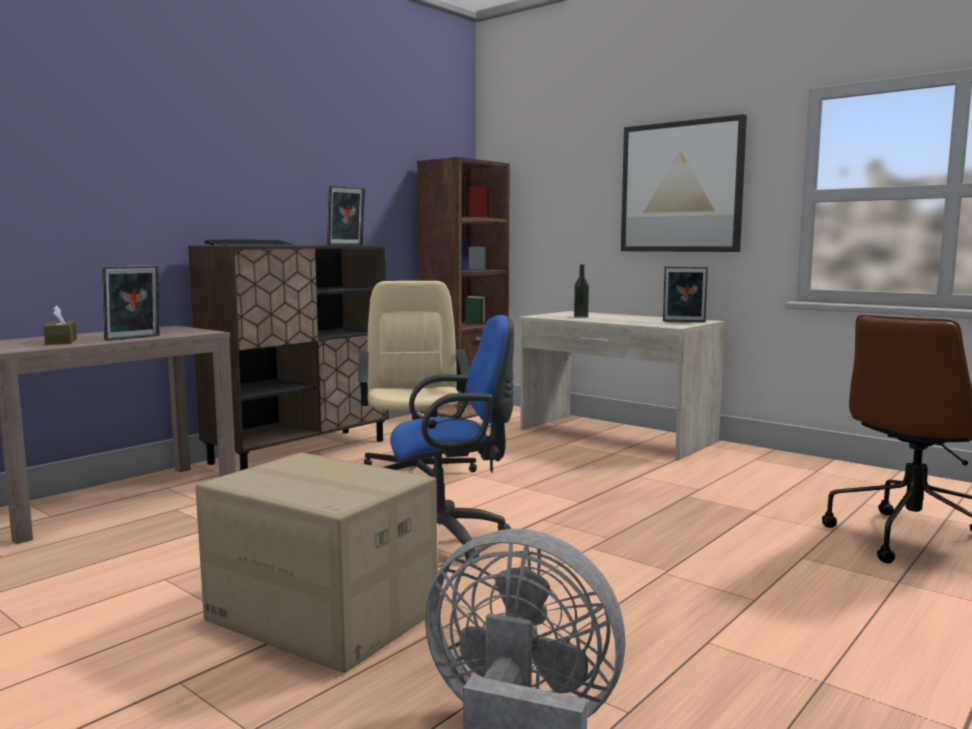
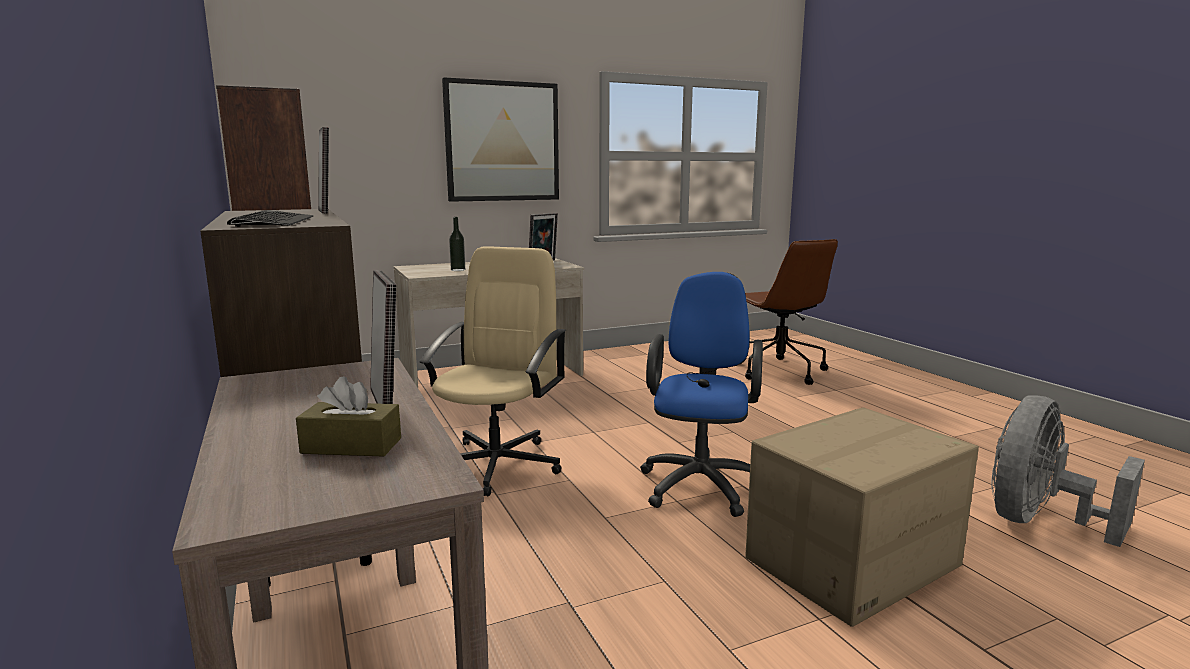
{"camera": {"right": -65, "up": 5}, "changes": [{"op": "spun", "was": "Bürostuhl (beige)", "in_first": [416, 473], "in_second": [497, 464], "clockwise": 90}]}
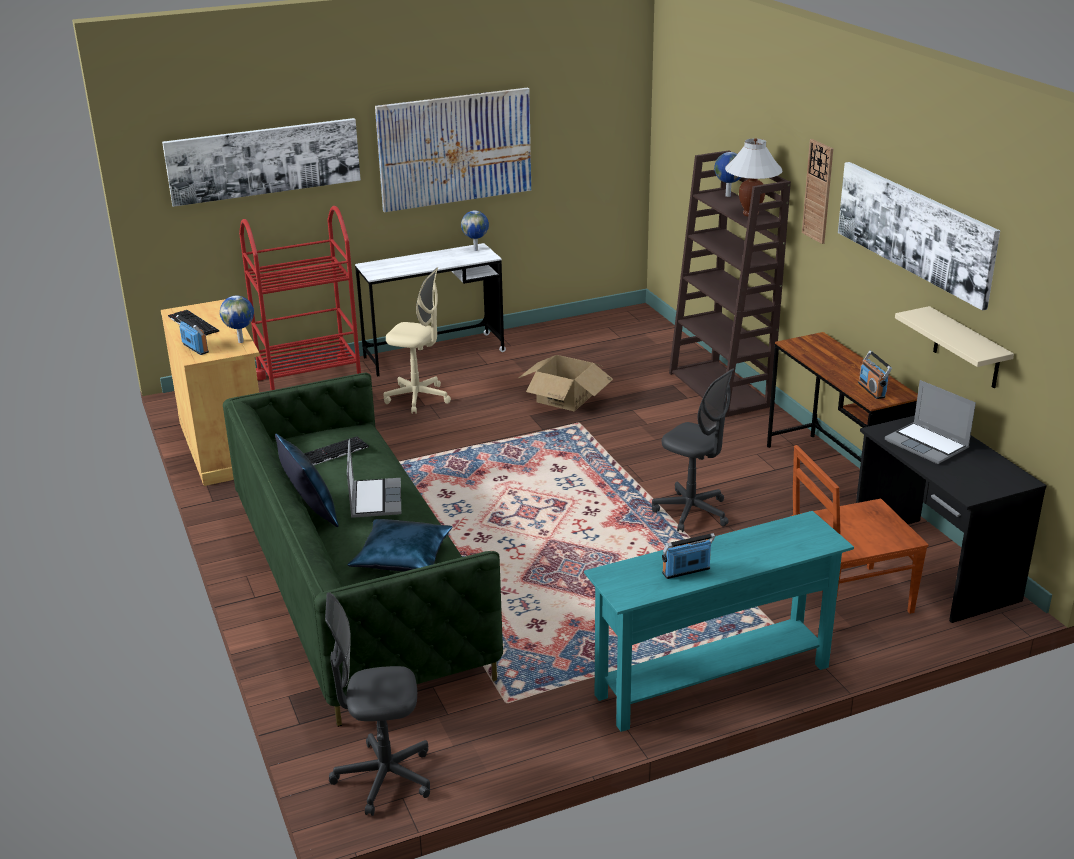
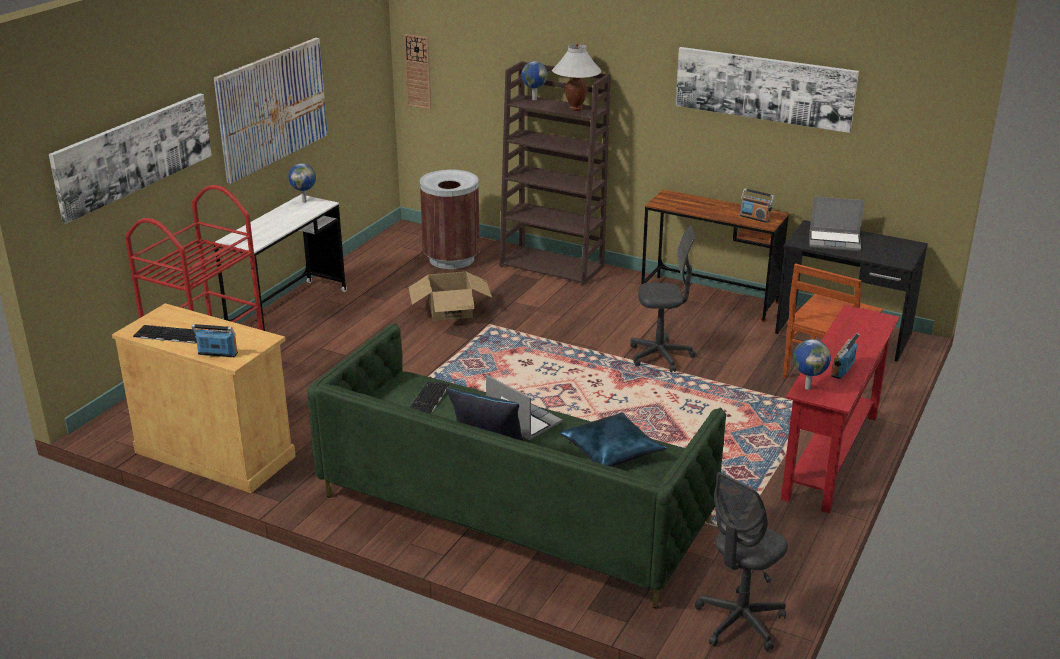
{"camera": {"right": -40, "up": 0}, "changes": [{"op": "relocated", "was": "Wanduhr", "in_first": [818, 191], "in_second": [418, 71]}, {"op": "missing", "was": "Bürostuhl (beige)", "in_first": [418, 398]}, {"op": "relocated", "was": "Globus", "in_first": [241, 341], "in_second": [807, 387]}, {"op": "missing", "was": "Wandregal (beige)", "in_first": [967, 349]}, {"op": "colour", "was": "Konsolentisch (türkis)", "now": "Konsolentisch (rot)", "in_first": [713, 681], "in_second": [832, 456]}, {"op": "appeared", "now": "Mülleimer (braun)", "in_second": [452, 259]}]}
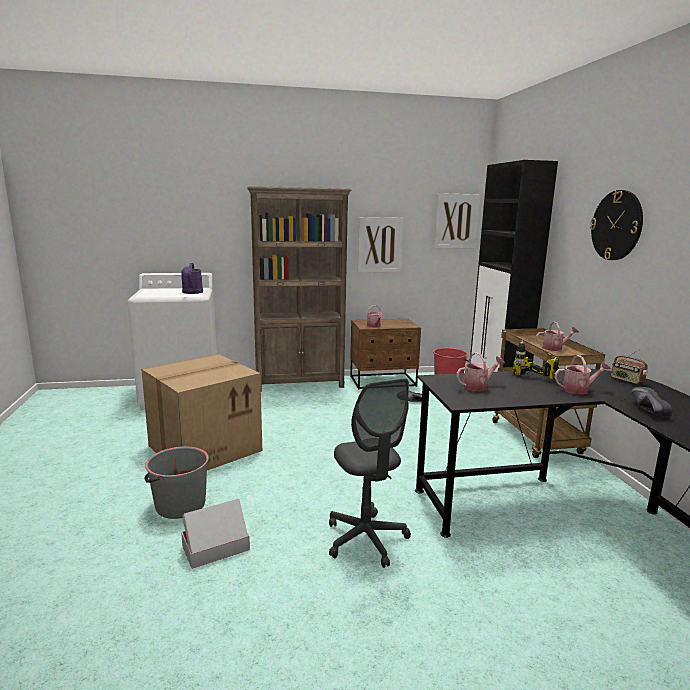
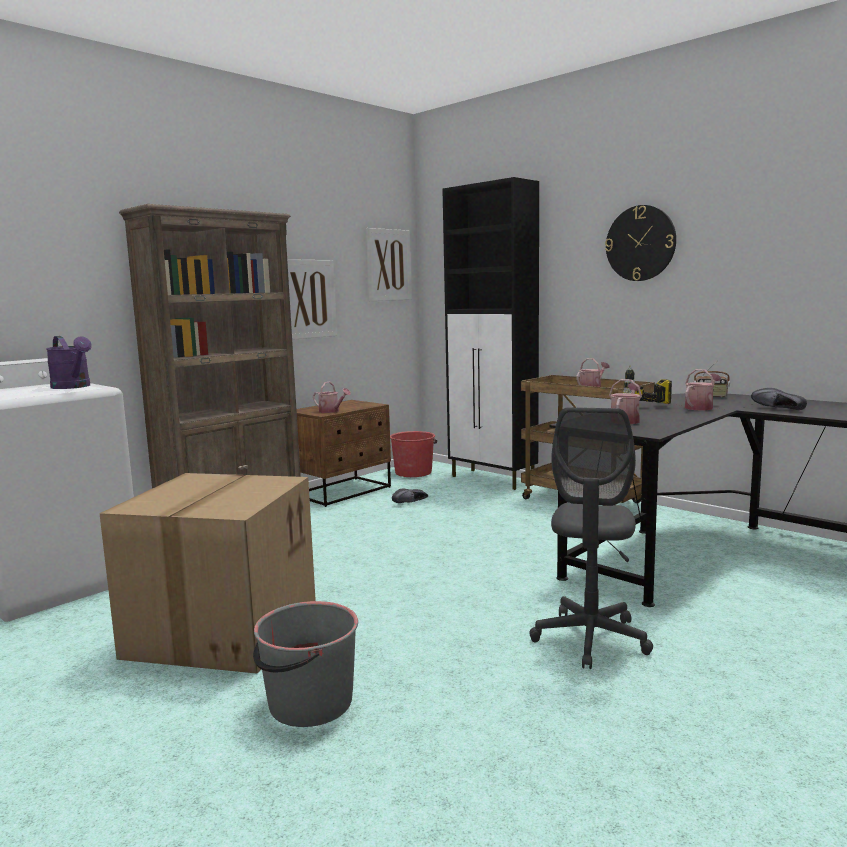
{"camera": {"right": -35, "up": -5}, "changes": [{"op": "spun", "was": "Bürostuhl (grau)", "in_first": [366, 539], "in_second": [590, 639], "clockwise": 75}, {"op": "missing", "was": "Karton", "in_first": [215, 547]}]}
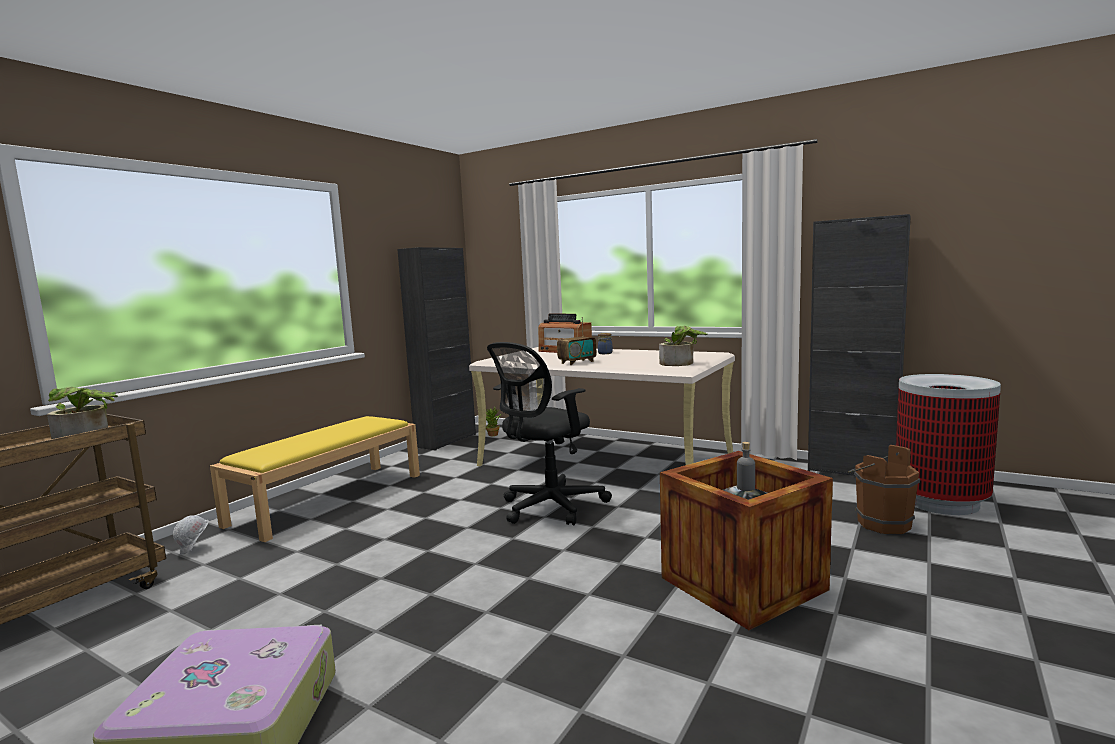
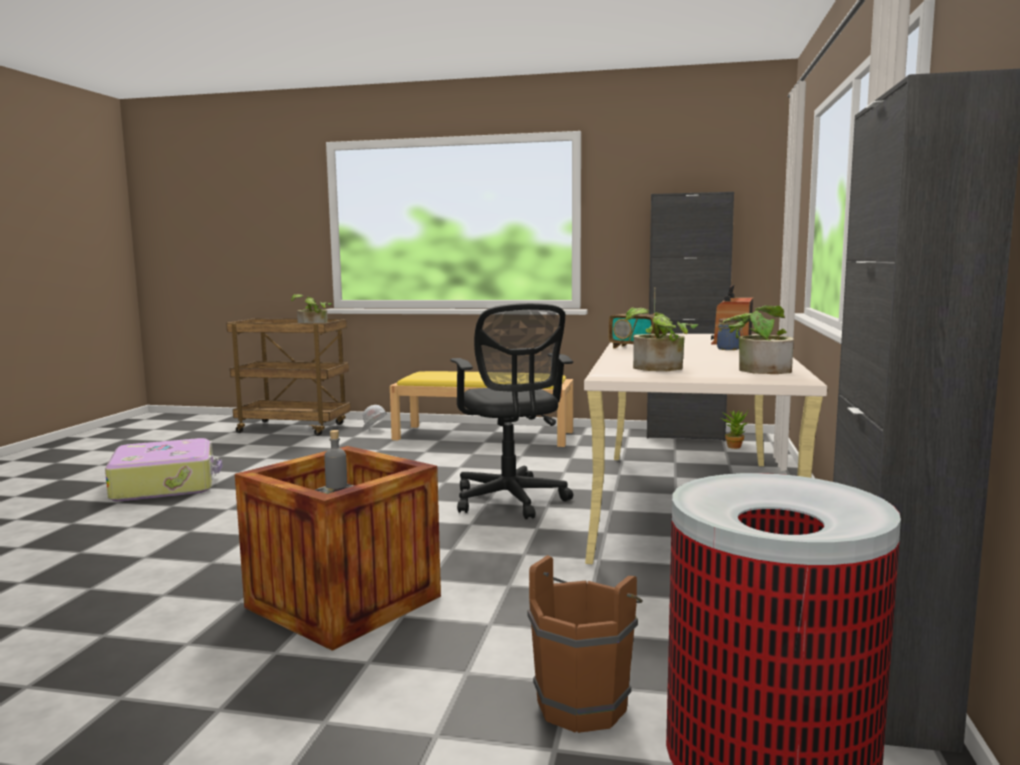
{"camera": {"right": 70, "up": 0}, "changes": [{"op": "spun", "was": "Bürostuhl (schwarz)", "in_first": [548, 508], "in_second": [511, 501], "clockwise": -135}, {"op": "appeared", "now": "Topfpflanze", "in_second": [758, 369]}]}
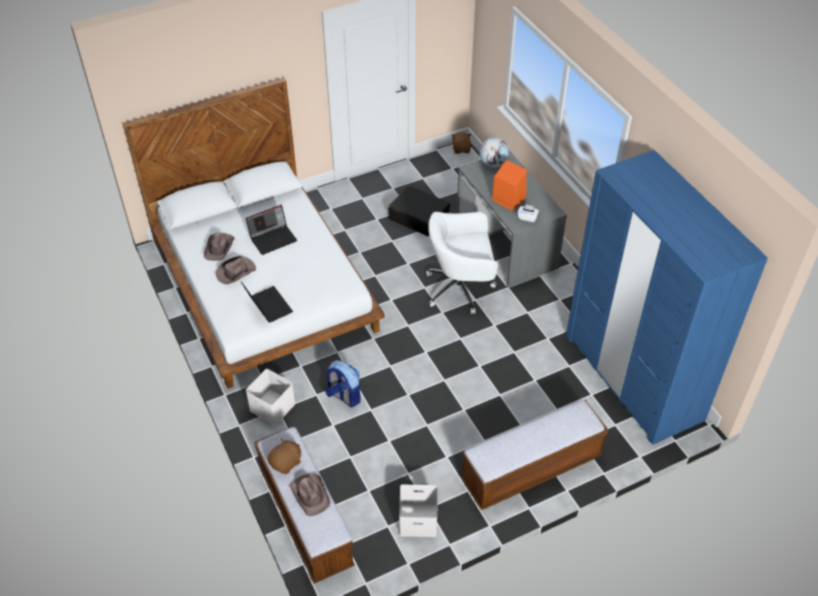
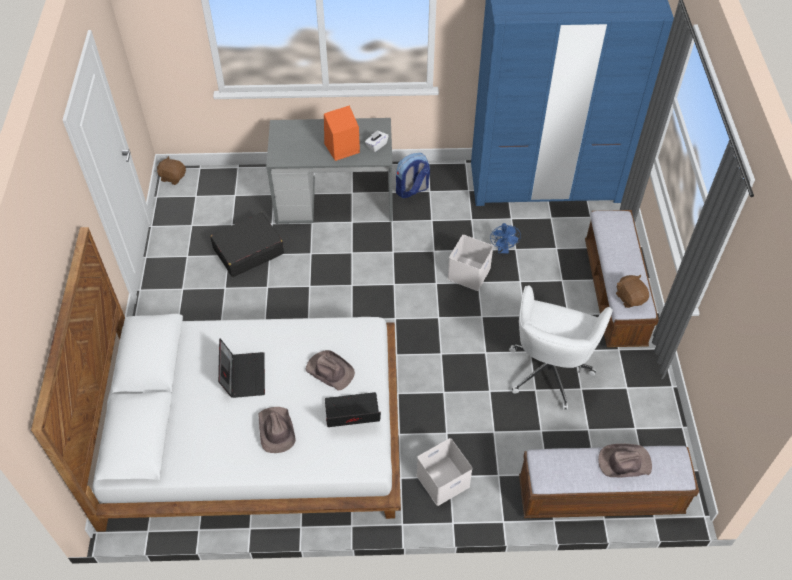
{"camera": {"right": -65, "up": 5}, "changes": [{"op": "missing", "was": "Globus", "in_first": [493, 164]}, {"op": "relocated", "was": "Bürostuhl (weiß)", "in_first": [461, 288], "in_second": [549, 369]}, {"op": "relocated", "was": "Hut (braun)", "in_first": [219, 247], "in_second": [330, 371]}, {"op": "relocated", "was": "Rucksack", "in_first": [343, 396], "in_second": [412, 190]}, {"op": "relocated", "was": "Plüschtier (braun)", "in_first": [286, 463], "in_second": [630, 298]}, {"op": "relocated", "was": "Aufbewahrungsbox (weiß)", "in_first": [417, 520], "in_second": [469, 274]}, {"op": "appeared", "now": "Ventilator (blau)", "in_second": [503, 249]}]}
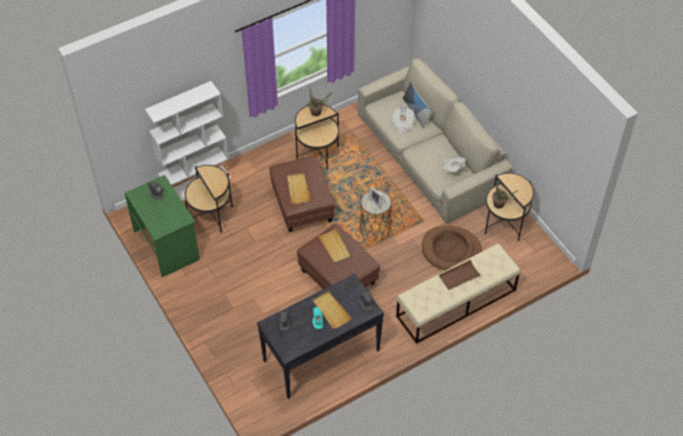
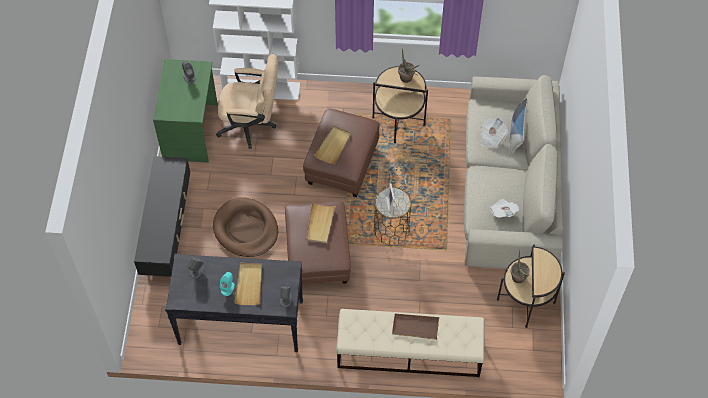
{"camera": {"right": 35, "up": 5}, "changes": [{"op": "exchanged", "was": "Beistelltisch", "now": "Bürostuhl (beige)", "in_first": [210, 215], "in_second": [251, 125]}, {"op": "relocated", "was": "Hundebett (braun)", "in_first": [451, 250], "in_second": [246, 229]}, {"op": "appeared", "now": "Fernsehschrank (schwarz)", "in_second": [168, 232]}]}
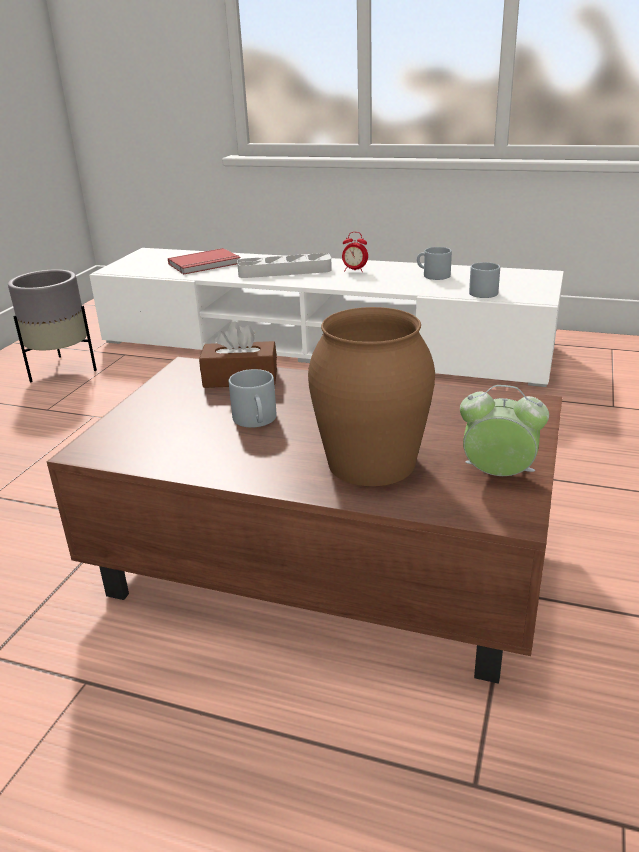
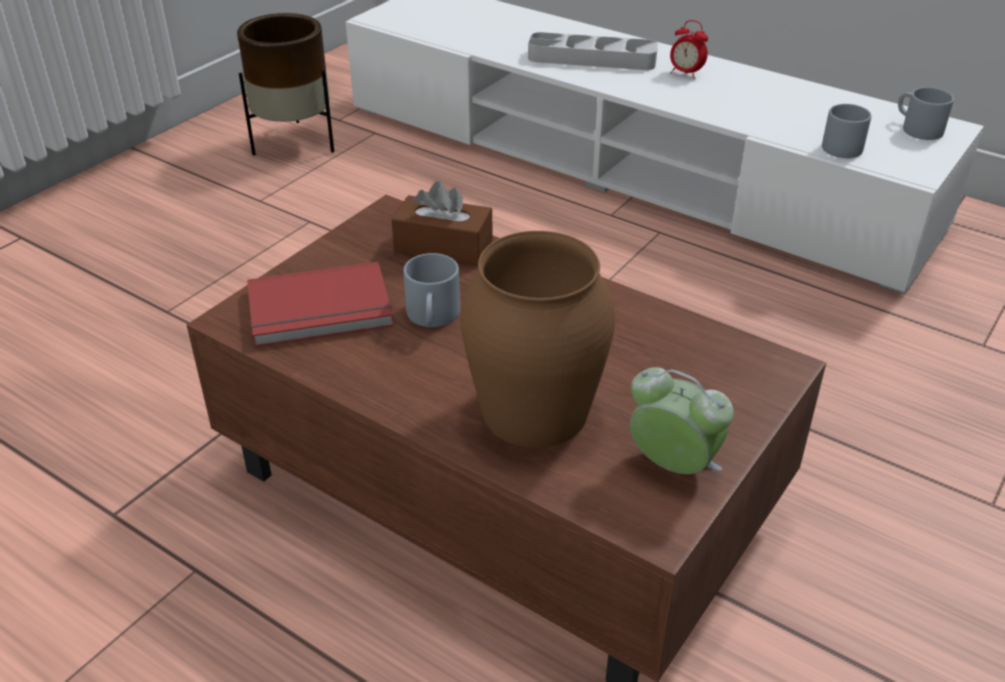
{"camera": {"right": 15, "up": 10}, "changes": [{"op": "relocated", "was": "Henkelbecher (grau)", "in_first": [432, 275], "in_second": [916, 128]}, {"op": "relocated", "was": "Buch (rot)", "in_first": [205, 264], "in_second": [321, 311]}, {"op": "colour", "was": "Pflanzkübel (grau)", "now": "Pflanzkübel (braun)", "in_first": [63, 369], "in_second": [295, 142]}]}
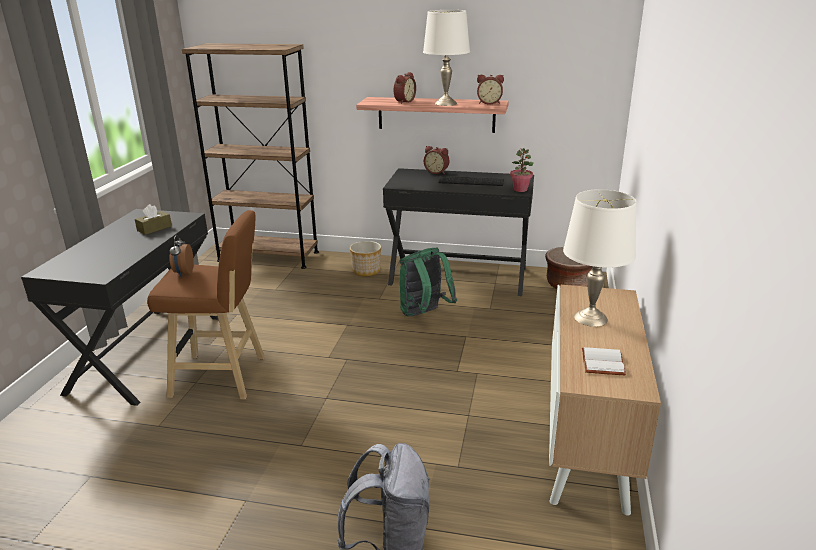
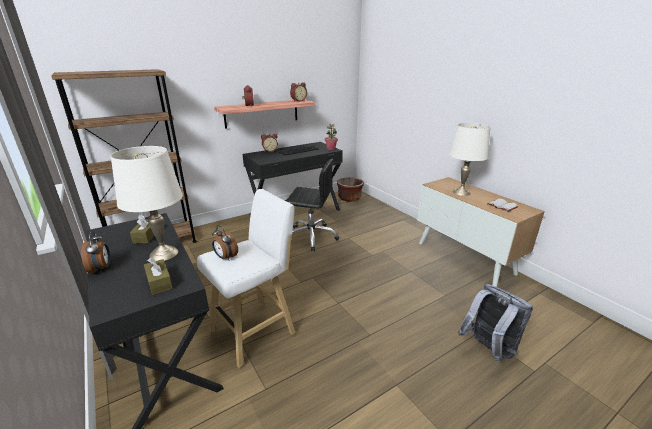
{"camera": {"right": -45, "up": 0}, "changes": [{"op": "relocated", "was": "Tischlampe (weiß)", "in_first": [445, 103], "in_second": [164, 254]}, {"op": "colour", "was": "Hocker (braun)", "now": "Hocker (weiß)", "in_first": [223, 377], "in_second": [256, 330]}, {"op": "missing", "was": "Pflanzkübel", "in_first": [366, 271]}, {"op": "exchanged", "was": "Rucksack (grün)", "now": "Bürostuhl (schwarz)", "in_first": [424, 314], "in_second": [311, 236]}, {"op": "appeared", "now": "Wecker", "in_second": [101, 268]}, {"op": "appeared", "now": "Taschentuchbox (braun)", "in_second": [159, 282]}]}
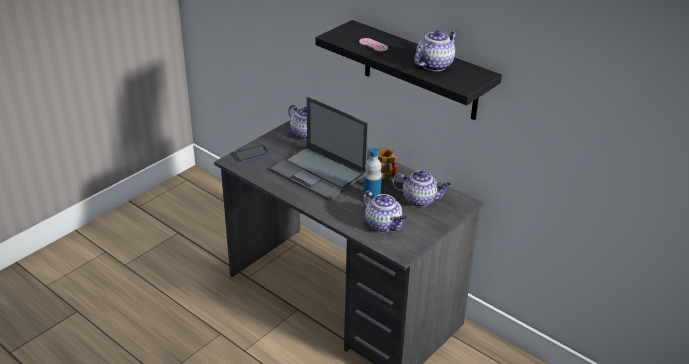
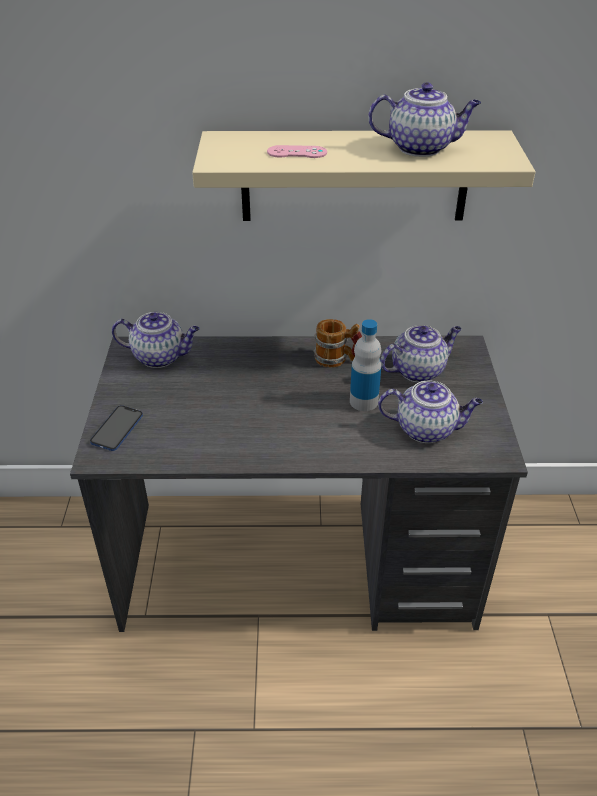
{"camera": {"right": -40, "up": 5}, "changes": [{"op": "colour", "was": "Wandregal (schwarz)", "now": "Wandregal (beige)", "in_first": [420, 71], "in_second": [354, 176]}, {"op": "spun", "was": "Teekanne", "in_first": [434, 65], "in_second": [421, 148], "clockwise": 90}, {"op": "missing", "was": "Laptop", "in_first": [319, 173]}]}
